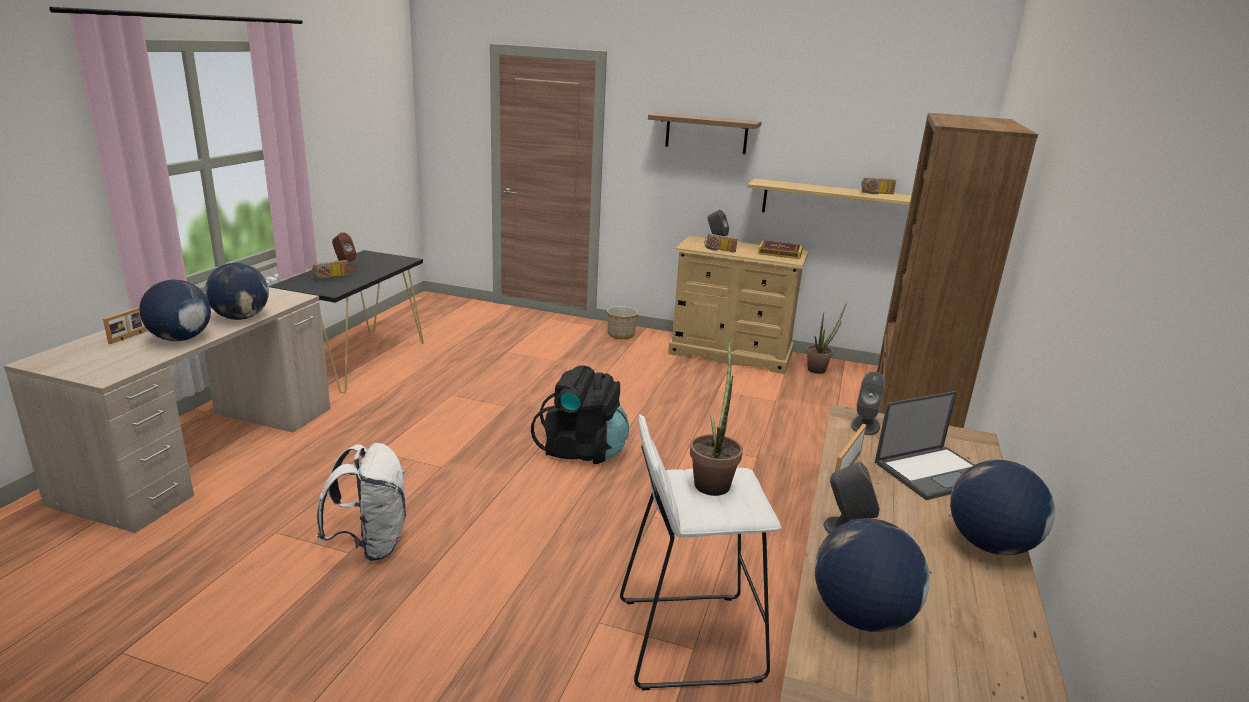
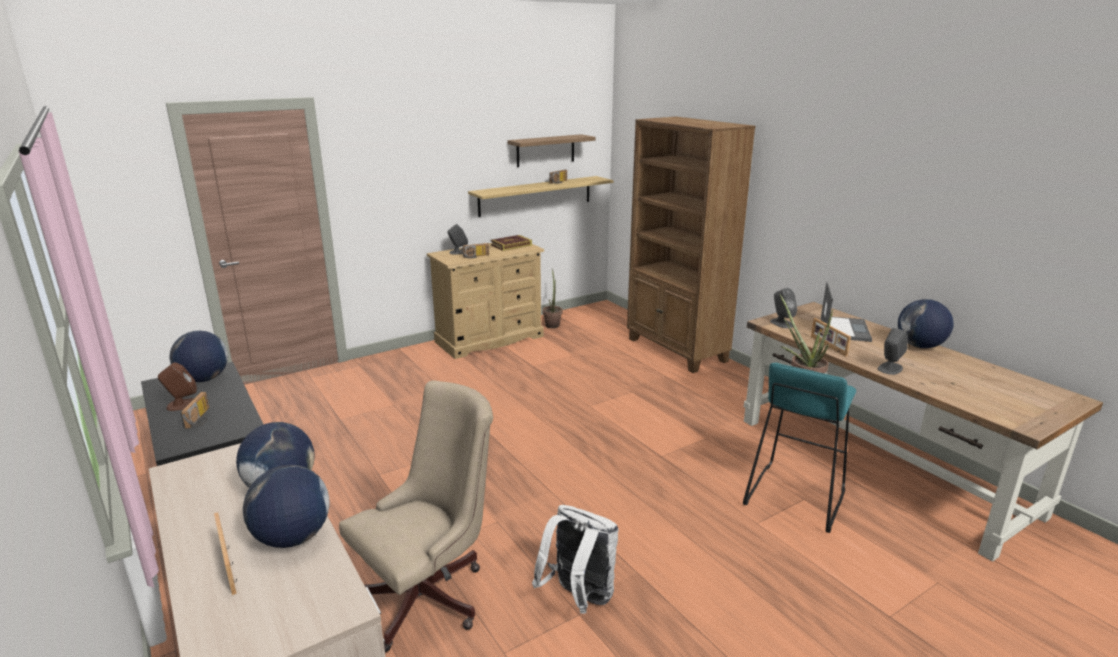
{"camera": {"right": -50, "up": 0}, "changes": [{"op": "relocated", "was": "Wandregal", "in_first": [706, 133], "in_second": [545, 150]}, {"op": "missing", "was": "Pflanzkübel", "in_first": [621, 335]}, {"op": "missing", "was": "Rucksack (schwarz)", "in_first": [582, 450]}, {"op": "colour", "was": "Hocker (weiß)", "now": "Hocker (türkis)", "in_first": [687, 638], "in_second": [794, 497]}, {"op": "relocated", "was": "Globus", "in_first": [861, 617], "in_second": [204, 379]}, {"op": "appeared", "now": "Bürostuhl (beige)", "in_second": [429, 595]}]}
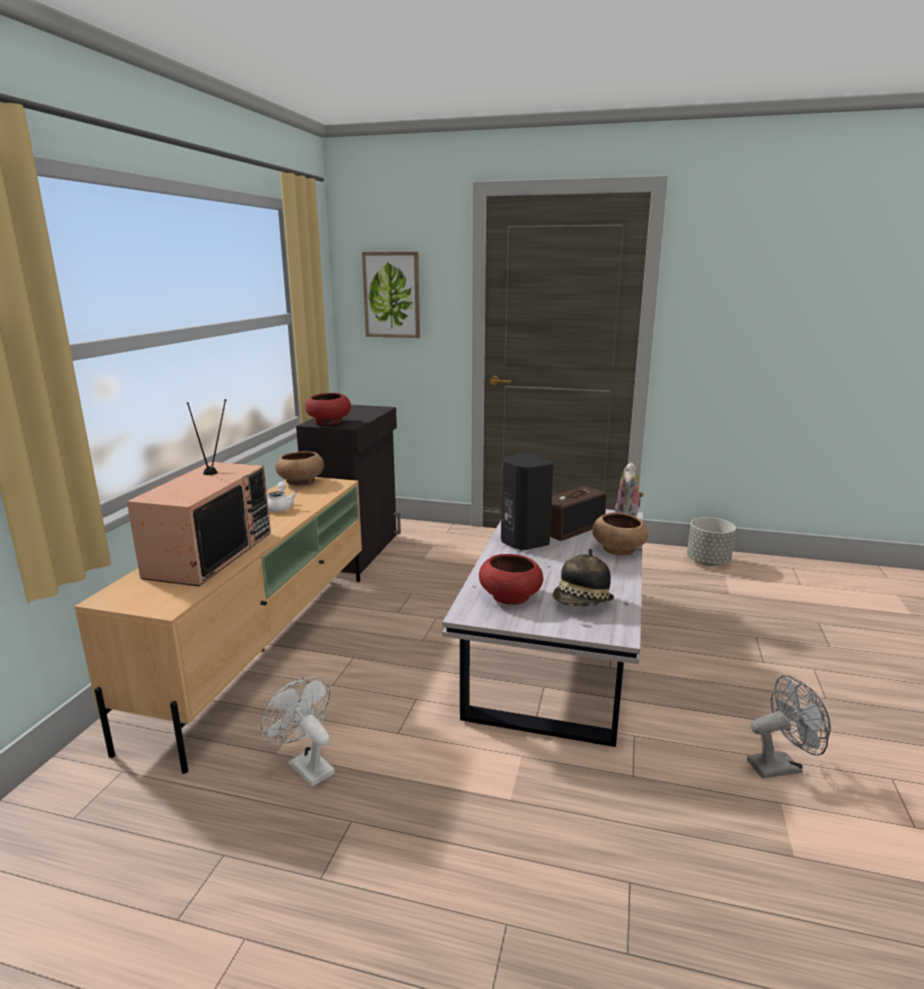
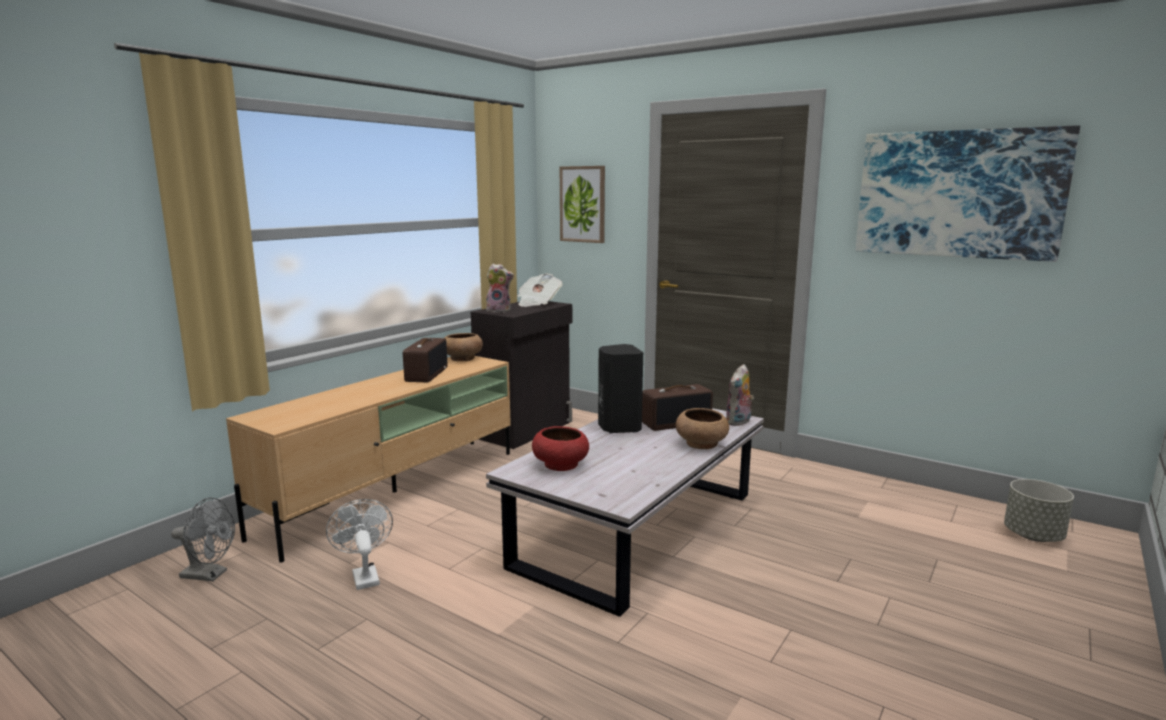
{"camera": {"right": 20, "up": -5}, "changes": [{"op": "exchanged", "was": "Schüssel (rot)", "now": "Plüschtier", "in_first": [329, 422], "in_second": [499, 311]}, {"op": "missing", "was": "Fernseher", "in_first": [209, 553]}, {"op": "exchanged", "was": "Teekanne (weiß)", "now": "Radio", "in_first": [280, 507], "in_second": [426, 374]}, {"op": "relocated", "was": "Pflanzkübel (grau)", "in_first": [707, 562], "in_second": [1032, 536]}, {"op": "missing", "was": "Hut", "in_first": [582, 603]}, {"op": "relocated", "was": "Ventilator (grau)", "in_first": [780, 765], "in_second": [210, 575]}, {"op": "appeared", "now": "Bild", "in_second": [958, 194]}, {"op": "appeared", "now": "Zeitung", "in_second": [538, 303]}]}
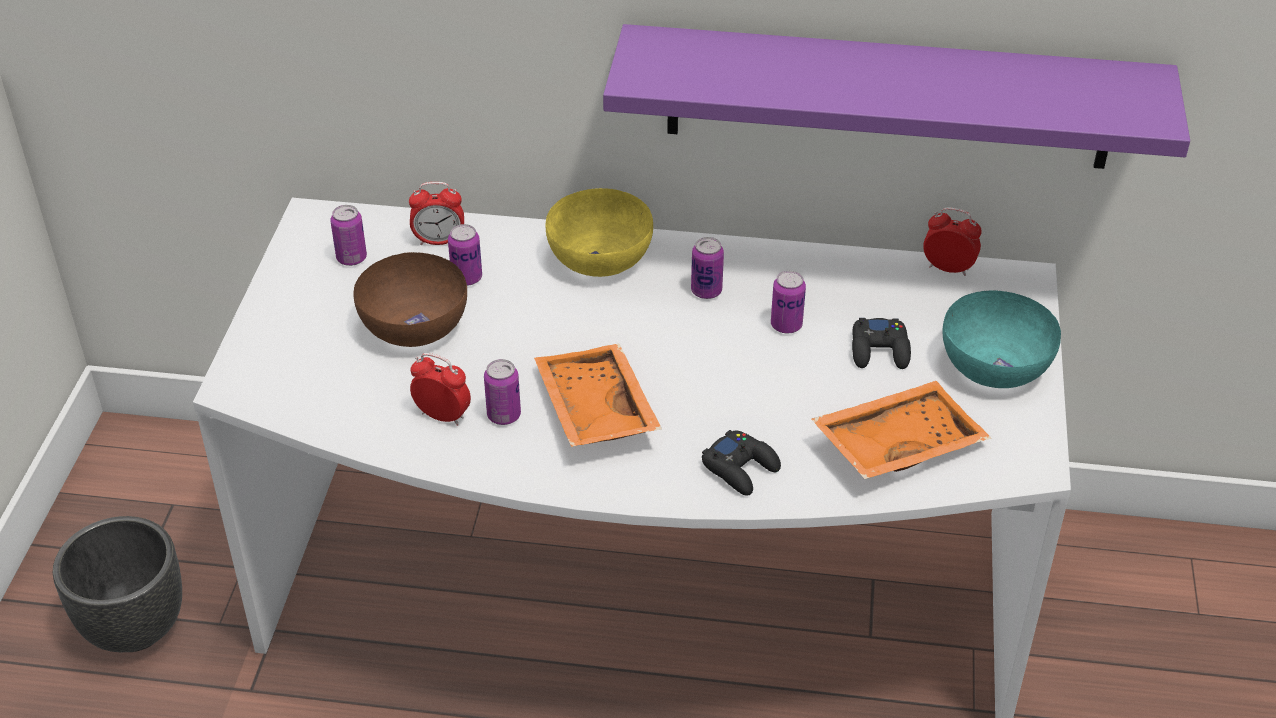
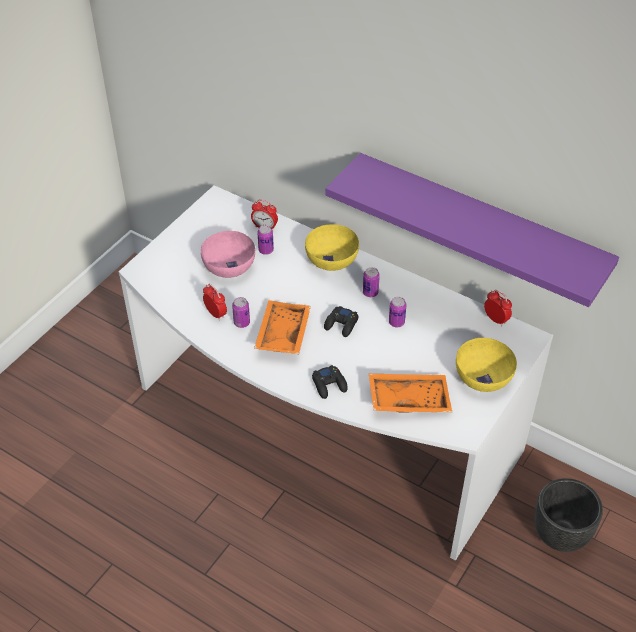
{"camera": {"right": 25, "up": 5}, "changes": [{"op": "missing", "was": "Dose", "in_first": [351, 258]}, {"op": "colour", "was": "Schüssel (braun)", "now": "Schüssel (rosa)", "in_first": [413, 326], "in_second": [228, 266]}, {"op": "colour", "was": "Schüssel (türkis)", "now": "Schüssel (gelb)", "in_first": [995, 365], "in_second": [483, 377]}, {"op": "relocated", "was": "Gamepad (schwarz)", "in_first": [880, 350], "in_second": [341, 324]}, {"op": "relocated", "was": "Pflanzkübel (schwarz)", "in_first": [136, 629], "in_second": [560, 536]}]}
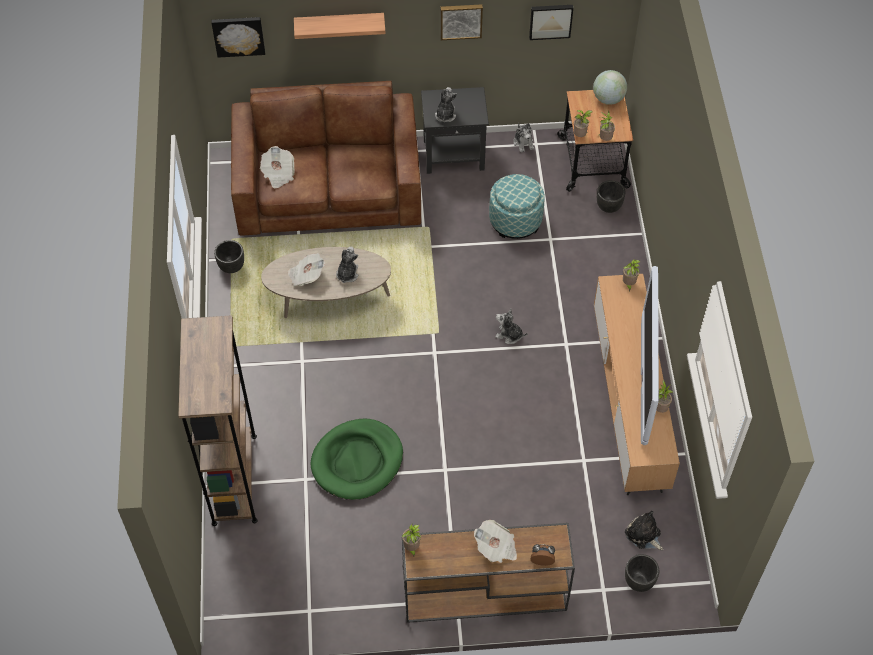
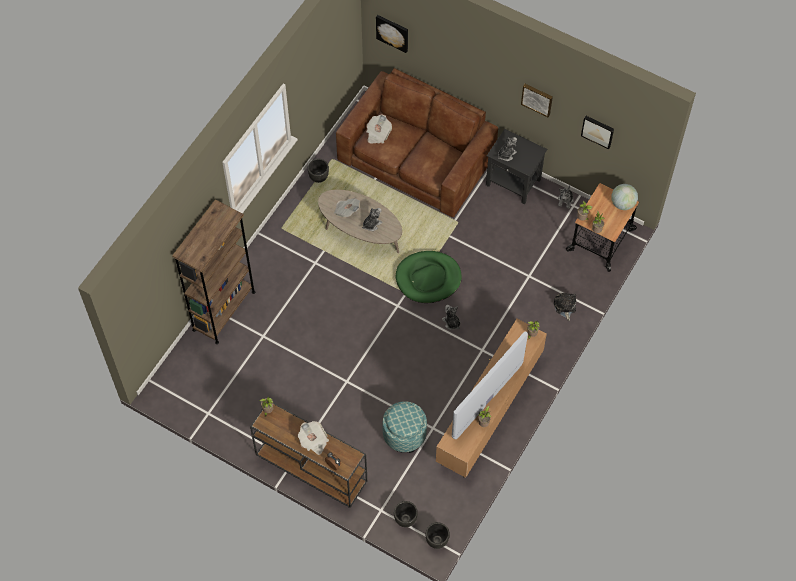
{"camera": {"right": 35, "up": 5}, "changes": [{"op": "missing", "was": "Wandregal", "in_first": [339, 25]}, {"op": "relocated", "was": "Polsterhocker", "in_first": [515, 220], "in_second": [404, 434]}, {"op": "relocated", "was": "Pflanzkübel (schwarz)", "in_first": [608, 207], "in_second": [436, 541]}, {"op": "relocated", "was": "Hundebett (grün)", "in_first": [357, 461], "in_second": [428, 278]}, {"op": "relocated", "was": "Plüschtier", "in_first": [644, 535], "in_second": [564, 307]}]}
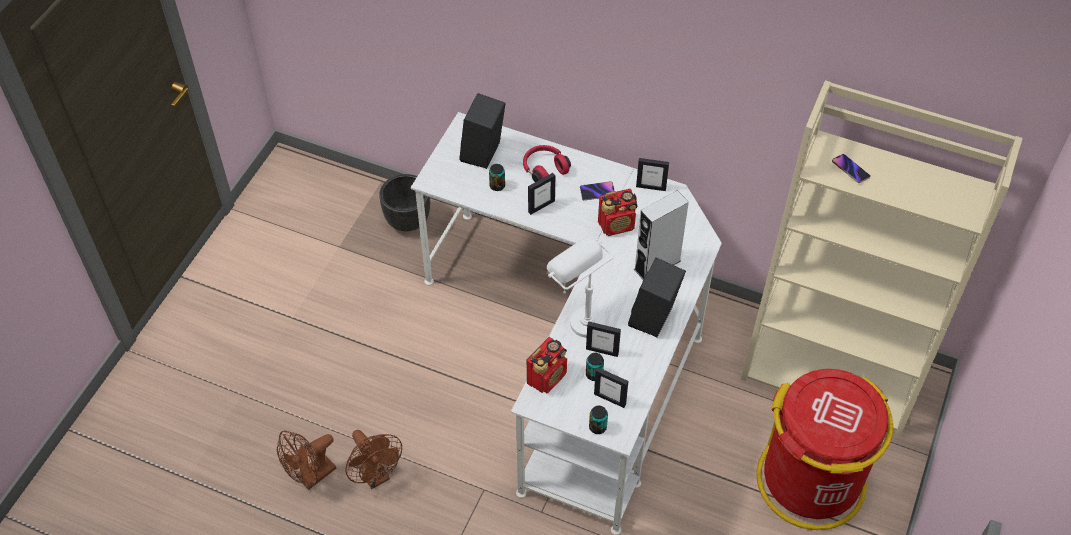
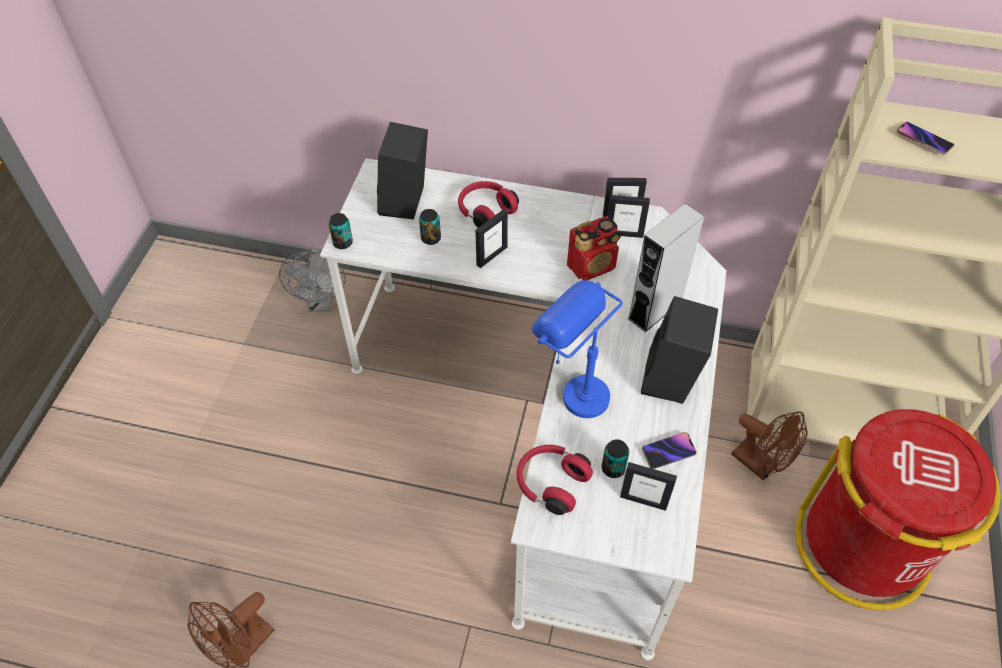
{"camera": {"right": -10, "up": 0}, "changes": [{"op": "exchanged", "was": "Pflanzkübel (schwarz)", "now": "Ventilator (grau)", "in_first": [408, 221], "in_second": [322, 303]}, {"op": "relocated", "was": "Handy", "in_first": [597, 192], "in_second": [668, 452]}, {"op": "colour", "was": "Tischlampe (weiß)", "now": "Tischlampe (blau)", "in_first": [578, 316], "in_second": [571, 390]}, {"op": "relocated", "was": "Bilderrahmen", "in_first": [602, 351], "in_second": [624, 234]}, {"op": "exchanged", "was": "Radio", "now": "Kopfhörer (rot)", "in_first": [547, 377], "in_second": [550, 483]}, {"op": "relocated", "was": "Dose", "in_first": [597, 427], "in_second": [343, 242]}, {"op": "relocated", "was": "Ventilator (braun)", "in_first": [375, 476], "in_second": [760, 465]}]}
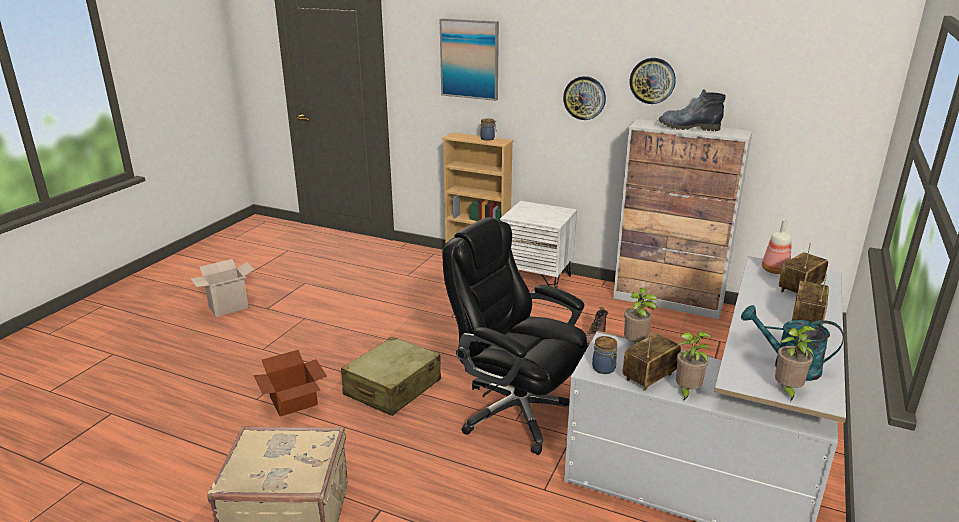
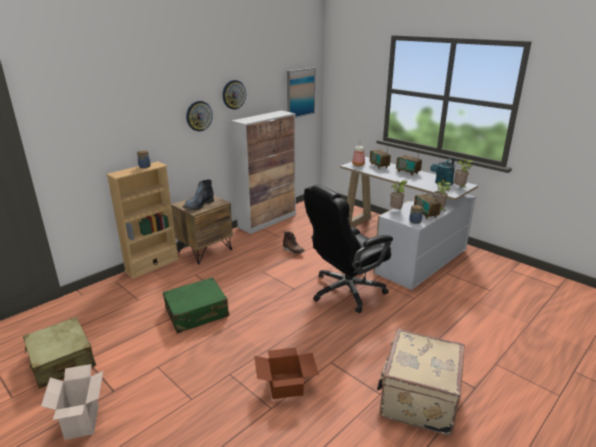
{"camera": {"right": -70, "up": 0}, "changes": [{"op": "relocated", "was": "Bild", "in_first": [470, 59], "in_second": [300, 93]}, {"op": "relocated", "was": "Stiefel", "in_first": [687, 127], "in_second": [198, 206]}, {"op": "colour", "was": "Nachttisch (weiß)", "now": "Nachttisch (braun)", "in_first": [537, 280], "in_second": [205, 251]}, {"op": "relocated", "was": "Koffer (beige)", "in_first": [392, 388], "in_second": [62, 361]}, {"op": "appeared", "now": "Koffer (grün)", "in_second": [197, 313]}]}
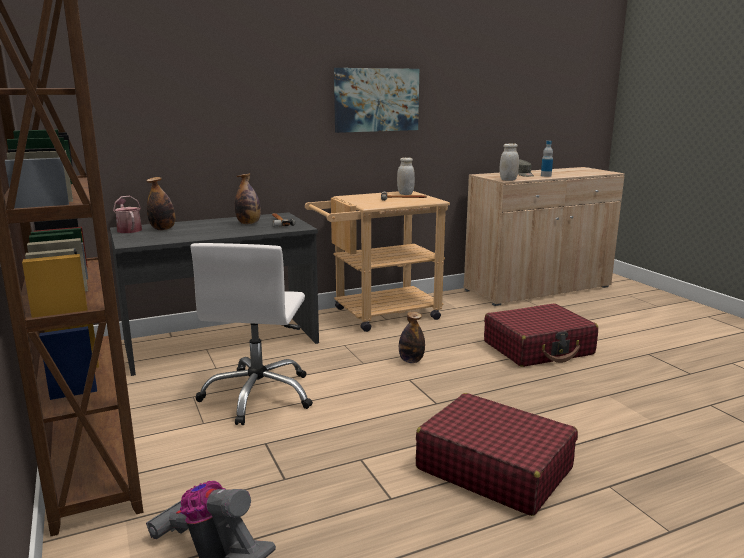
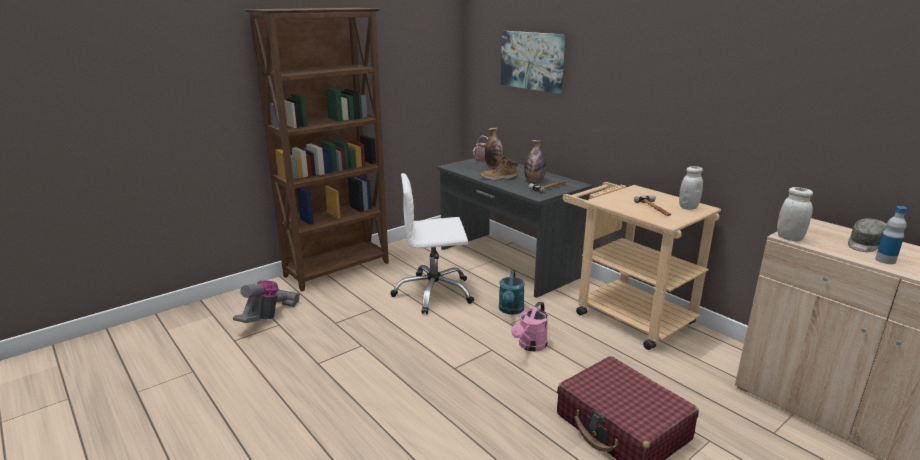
{"camera": {"right": 75, "up": 5}, "changes": [{"op": "relocated", "was": "Bild", "in_first": [376, 100], "in_second": [532, 60]}, {"op": "exchanged", "was": "Flasche", "now": "Gießkanne (rosa)", "in_first": [411, 361], "in_second": [530, 346]}, {"op": "missing", "was": "Koffer (rot)", "in_first": [493, 468]}, {"op": "appeared", "now": "Stiefel", "in_second": [498, 178]}, {"op": "appeared", "now": "Gießkanne (türkis)", "in_second": [511, 310]}]}
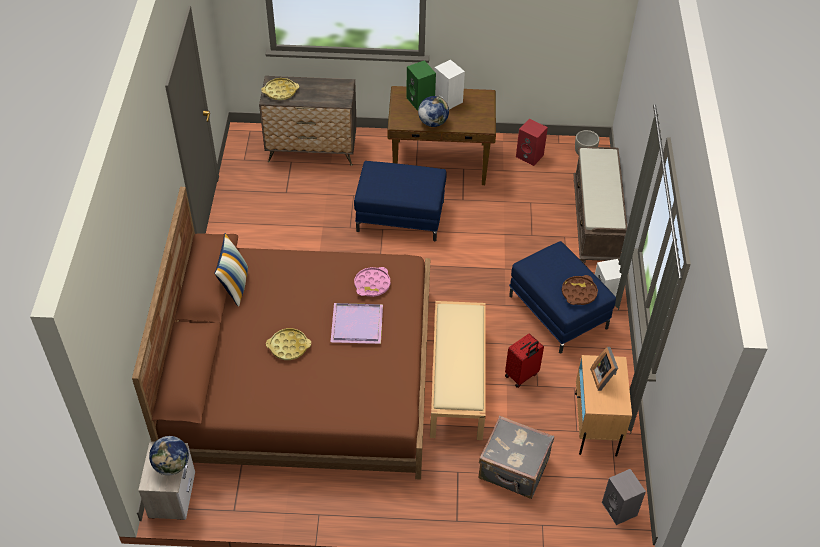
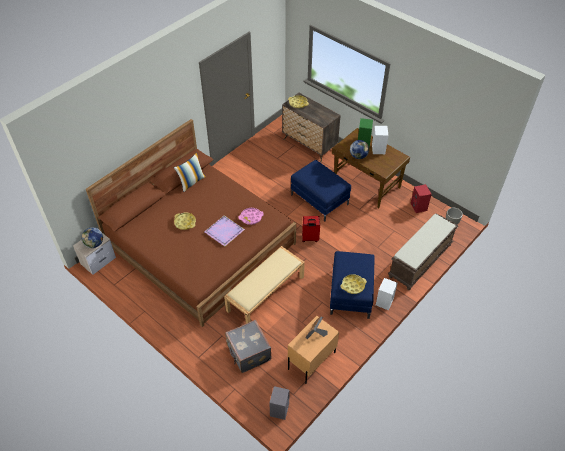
{"camera": {"right": 40, "up": 0}, "changes": [{"op": "colour", "was": "Tablett (braun)", "now": "Tablett (gelb)", "in_first": [579, 293], "in_second": [353, 285]}, {"op": "relocated", "was": "Koffer (rot)", "in_first": [522, 375], "in_second": [310, 238]}]}
